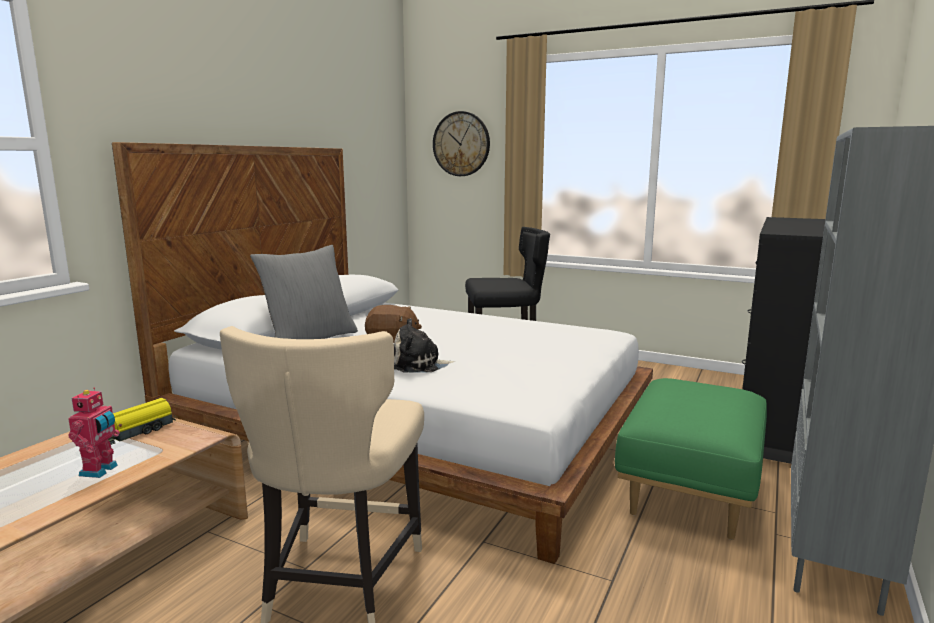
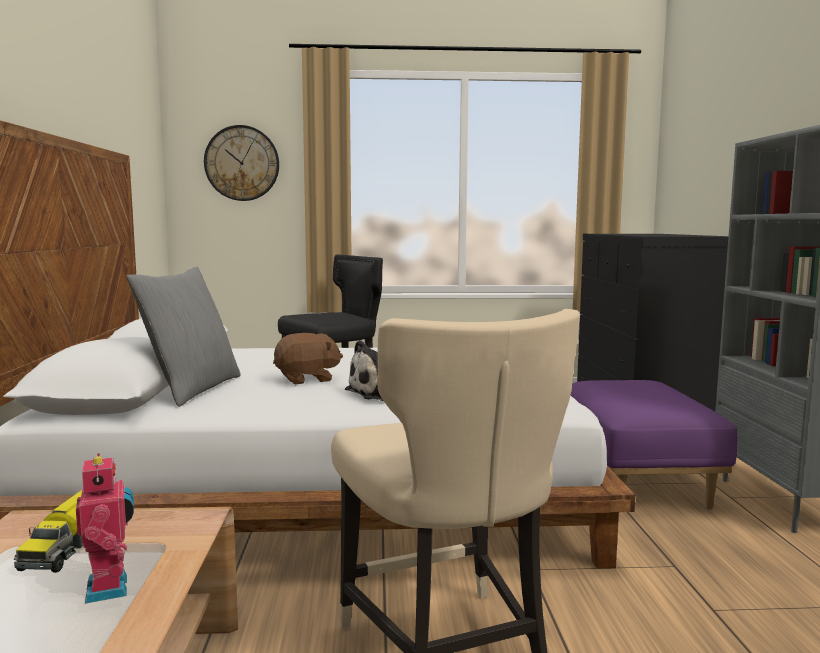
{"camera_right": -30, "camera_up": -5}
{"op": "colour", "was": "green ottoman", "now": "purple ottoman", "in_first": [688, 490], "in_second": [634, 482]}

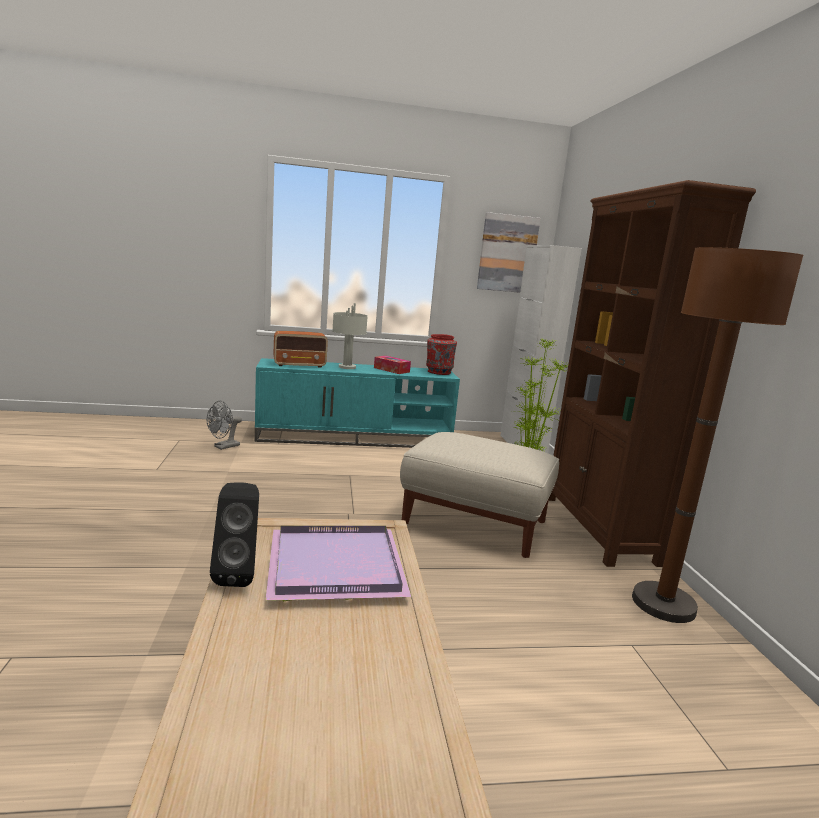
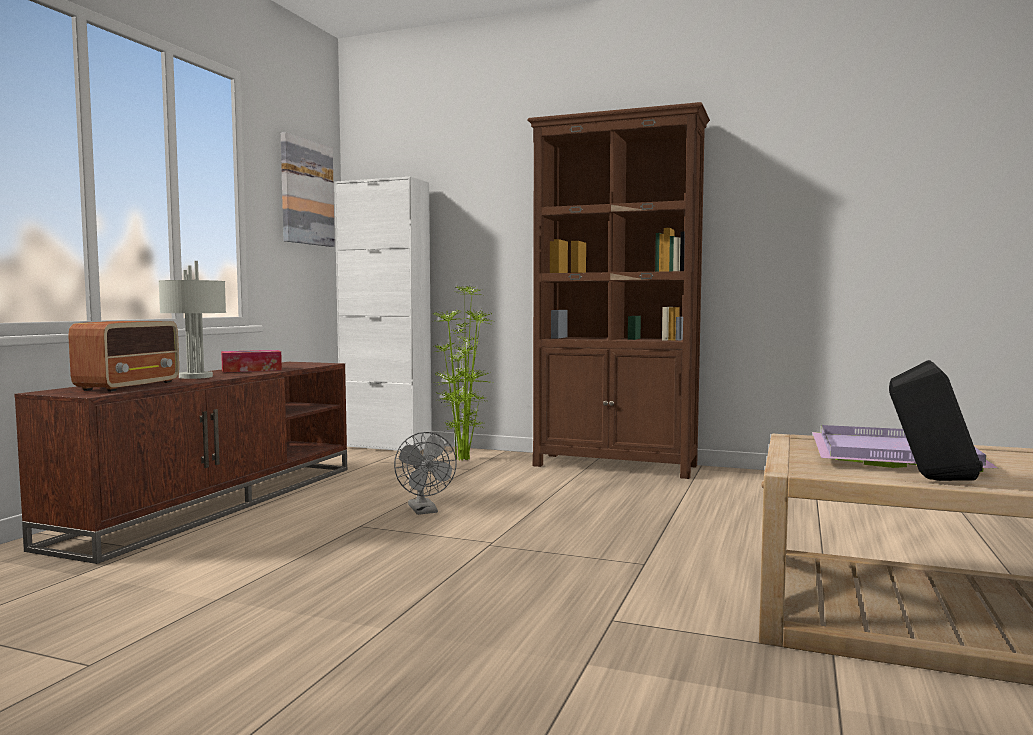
{"camera_right": -60, "camera_up": -10}
{"op": "colour", "was": "turquoise tv stand", "now": "brown tv stand", "in_first": [355, 438], "in_second": [217, 502]}
{"op": "relocated", "was": "grey fan", "in_first": [223, 447], "in_second": [425, 511]}
{"op": "missing", "was": "beige ottoman", "in_first": [475, 522]}
{"op": "missing", "was": "red vase", "in_first": [439, 372]}
{"op": "missing", "was": "brown floor lamp", "in_first": [663, 604]}

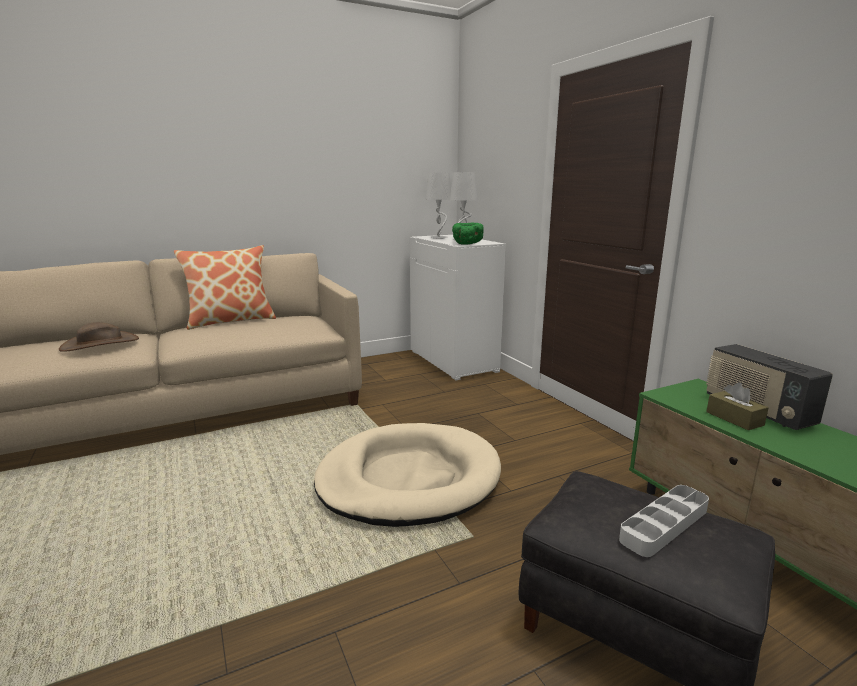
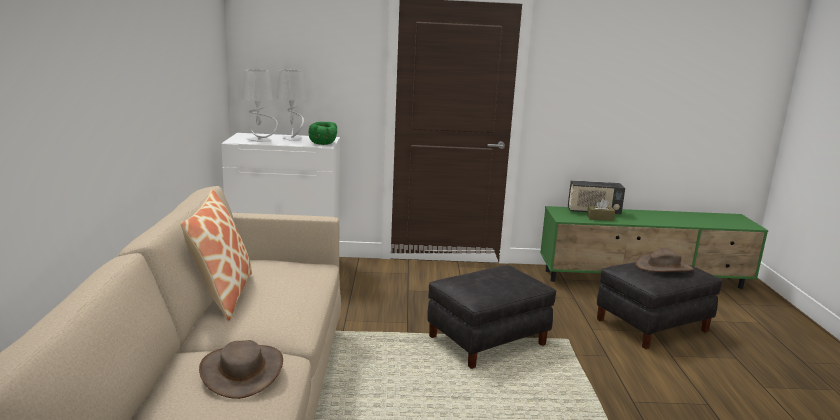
{"camera_right": -65, "camera_up": 0}
{"op": "exchanged", "was": "beige dog bed", "now": "black ottoman", "in_first": [408, 479], "in_second": [487, 341]}
{"op": "exchanged", "was": "grey tray", "now": "brown hat", "in_first": [664, 524], "in_second": [663, 267]}

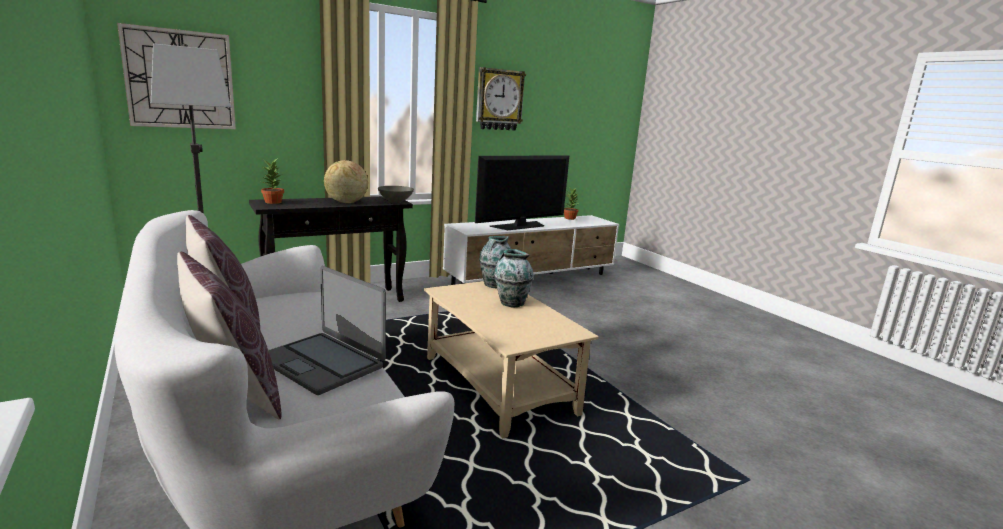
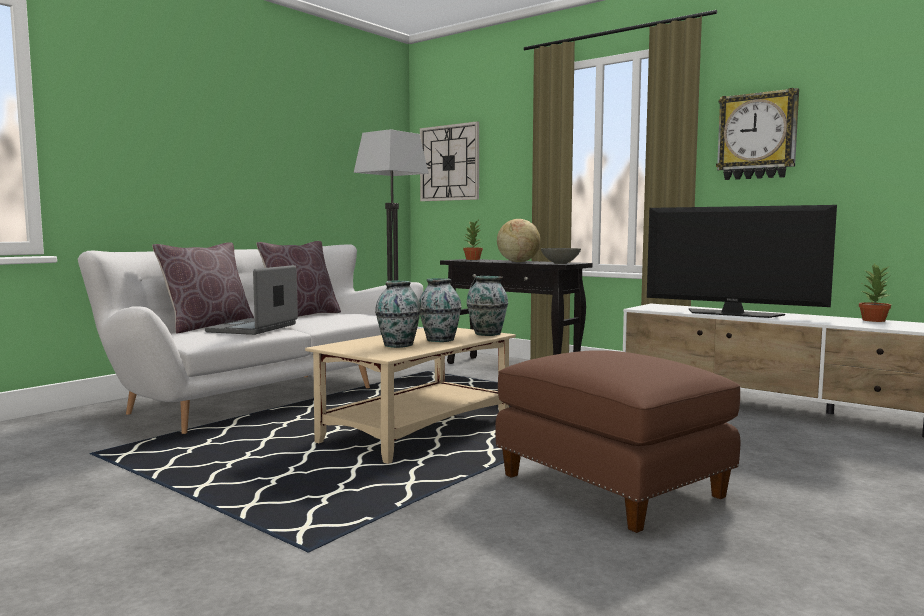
{"camera_right": 70, "camera_up": -10}
{"op": "appeared", "now": "vase", "in_second": [398, 345]}
{"op": "appeared", "now": "brown ottoman", "in_second": [608, 486]}

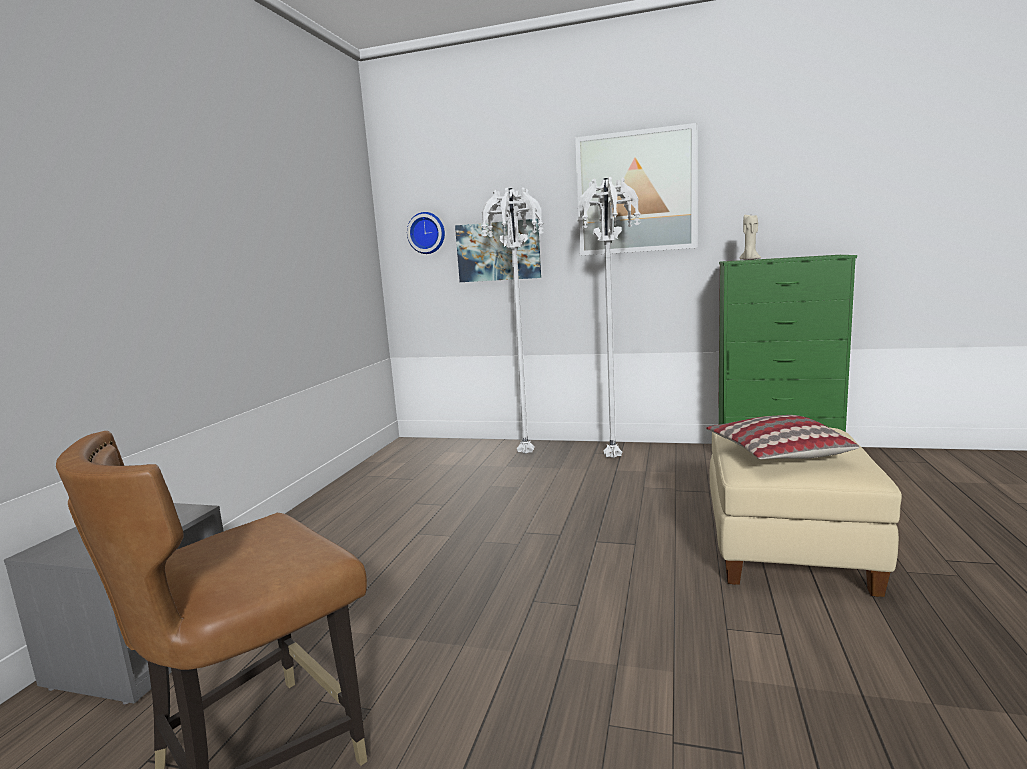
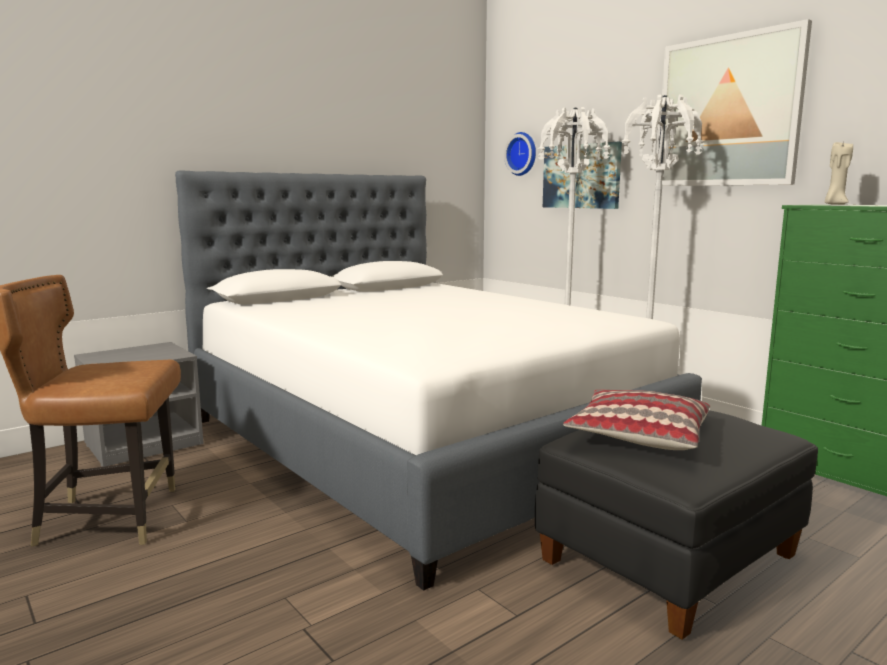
{"camera_right": 35, "camera_up": 0}
{"op": "appeared", "now": "white bed", "in_second": [421, 441]}
{"op": "colour", "was": "beige ottoman", "now": "black ottoman", "in_first": [785, 547], "in_second": [668, 559]}

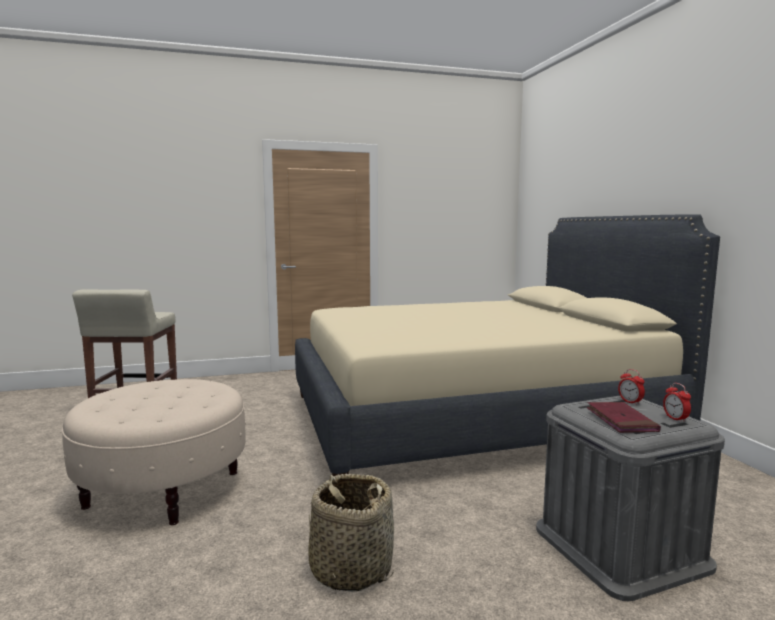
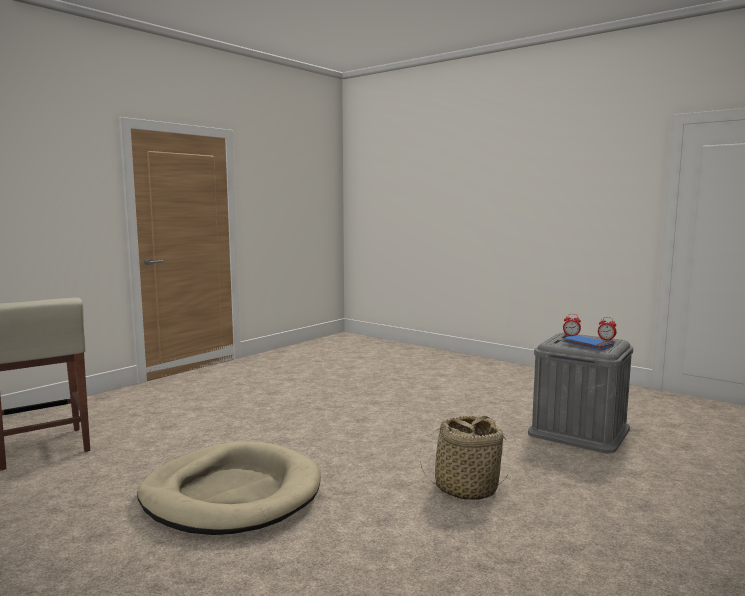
{"camera_right": -35, "camera_up": 0}
{"op": "exchanged", "was": "beige ottoman", "now": "beige dog bed", "in_first": [164, 489], "in_second": [231, 494]}
{"op": "colour", "was": "red book", "now": "blue book", "in_first": [621, 420], "in_second": [587, 345]}
{"op": "missing", "was": "beige bed", "in_first": [473, 417]}

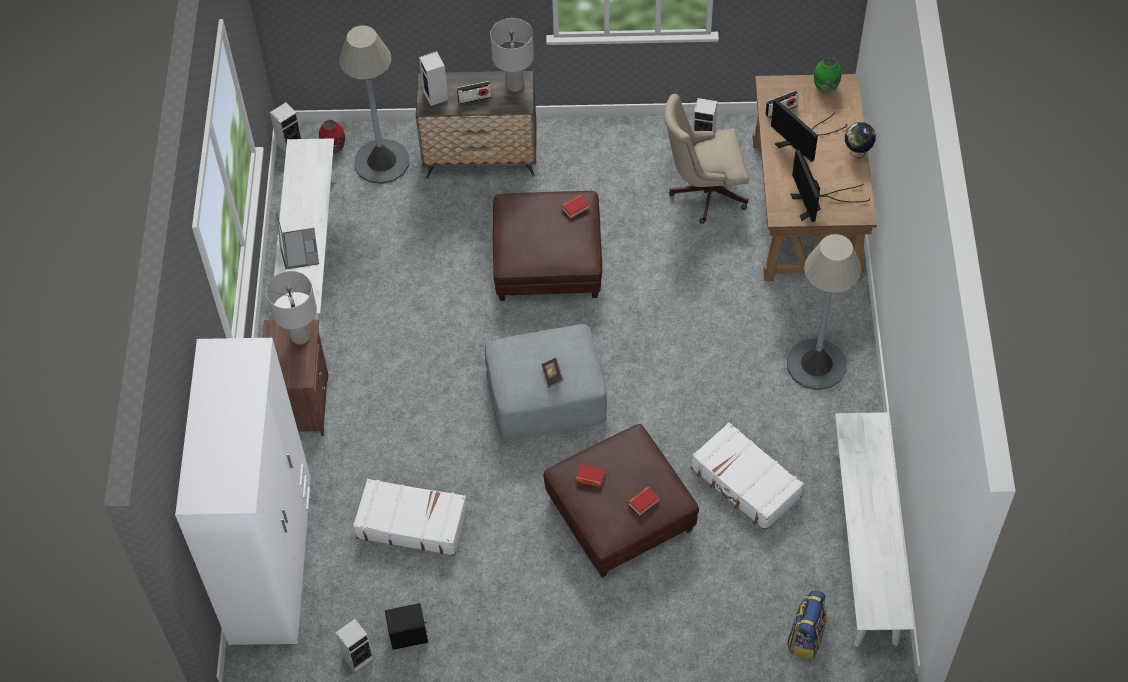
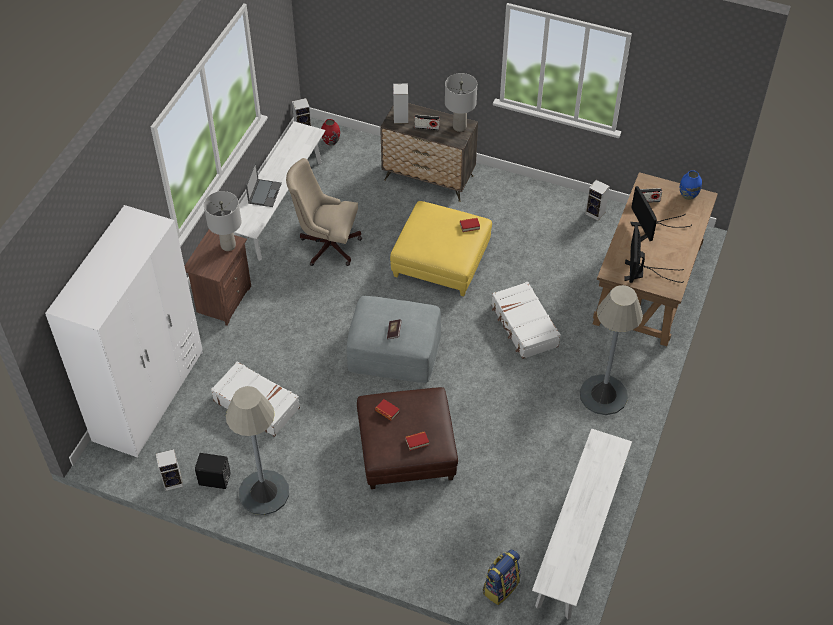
{"camera_right": 20, "camera_up": -5}
{"op": "relocated", "was": "grey floor lamp", "in_first": [382, 162], "in_second": [264, 493]}
{"op": "relocated", "was": "beige office chair", "in_first": [703, 192], "in_second": [326, 245]}
{"op": "colour", "was": "brown ottoman", "now": "yellow ottoman", "in_first": [548, 261], "in_second": [441, 260]}
{"op": "relocated", "was": "white suitcase", "in_first": [745, 483], "in_second": [524, 326]}
{"op": "colour", "was": "green vase", "now": "blue vase", "in_first": [825, 88], "in_second": [688, 195]}
{"op": "missing", "was": "globe", "in_first": [857, 152]}

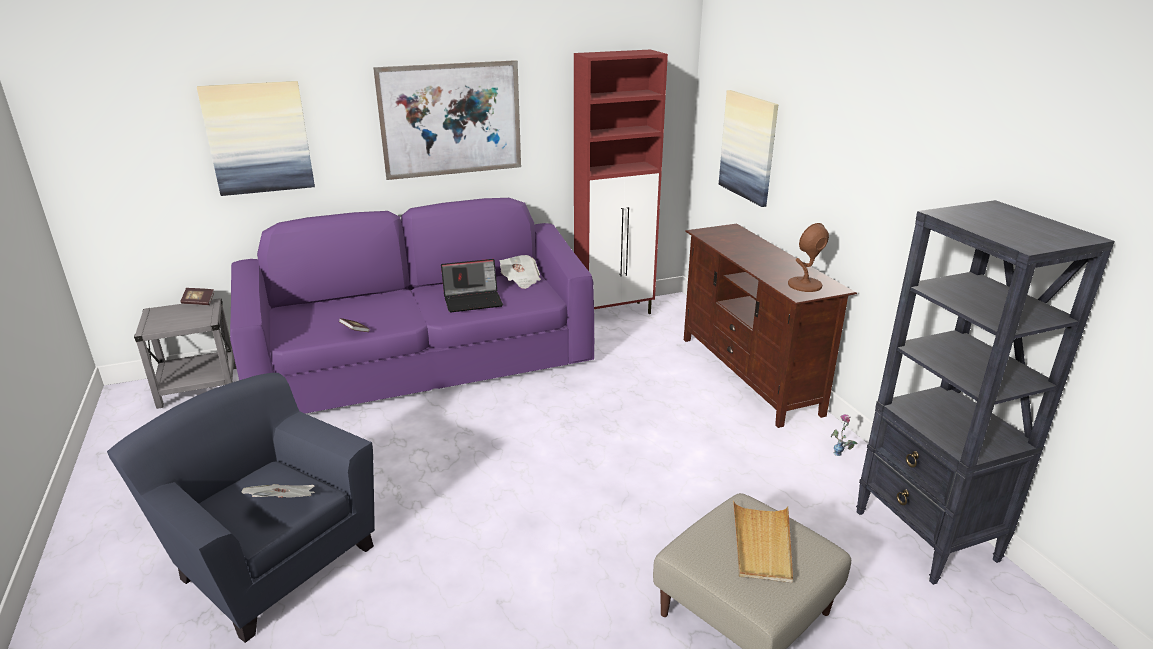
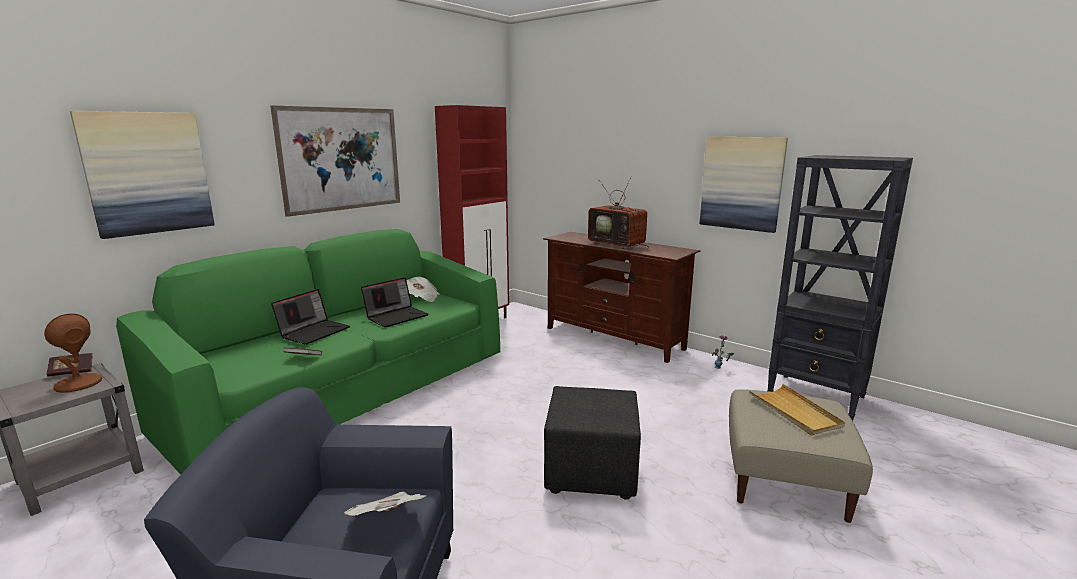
{"camera_right": -30, "camera_up": -10}
{"op": "relocated", "was": "brown table lamp", "in_first": [804, 285], "in_second": [78, 384]}
{"op": "colour", "was": "purple sofa", "now": "green sofa", "in_first": [423, 364], "in_second": [348, 391]}
{"op": "appeared", "now": "laptop", "in_second": [314, 332]}
{"op": "appeared", "now": "black ottoman", "in_second": [592, 473]}
{"op": "appeared", "now": "television", "in_second": [619, 244]}
{"op": "relocated", "was": "picture", "in_first": [748, 147], "in_second": [741, 183]}

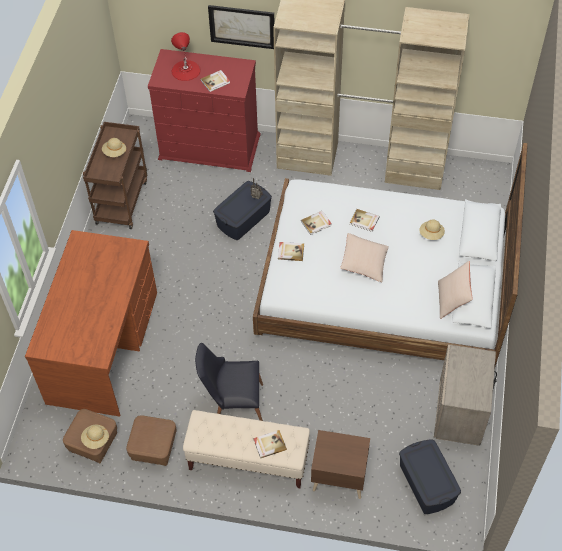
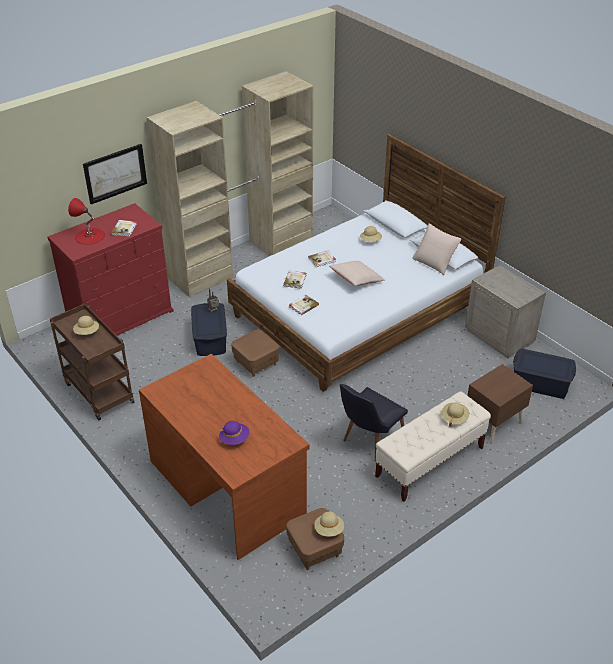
{"camera_right": -50, "camera_up": -15}
{"op": "appeared", "now": "purple hat", "in_second": [234, 439]}
{"op": "relocated", "was": "brown ottoman", "in_first": [154, 448], "in_second": [256, 363]}
{"op": "exchanged", "was": "book", "now": "beige hat", "in_first": [269, 444], "in_second": [454, 417]}

